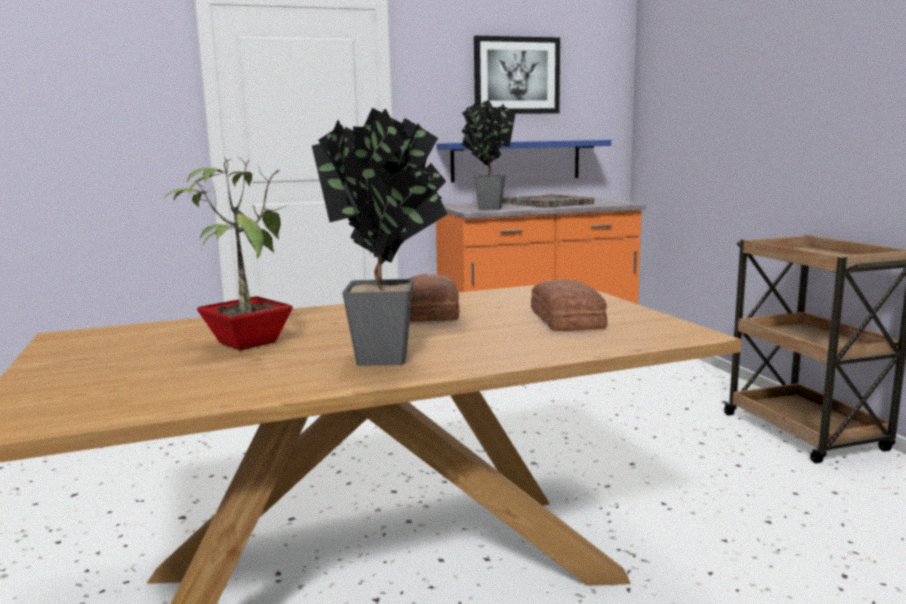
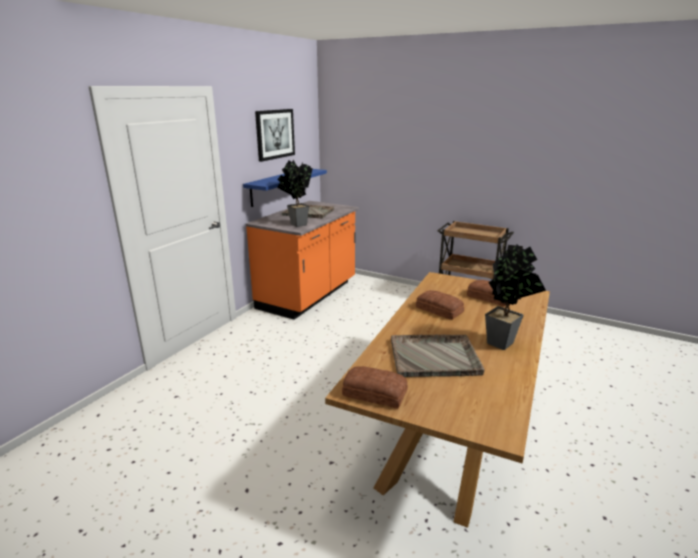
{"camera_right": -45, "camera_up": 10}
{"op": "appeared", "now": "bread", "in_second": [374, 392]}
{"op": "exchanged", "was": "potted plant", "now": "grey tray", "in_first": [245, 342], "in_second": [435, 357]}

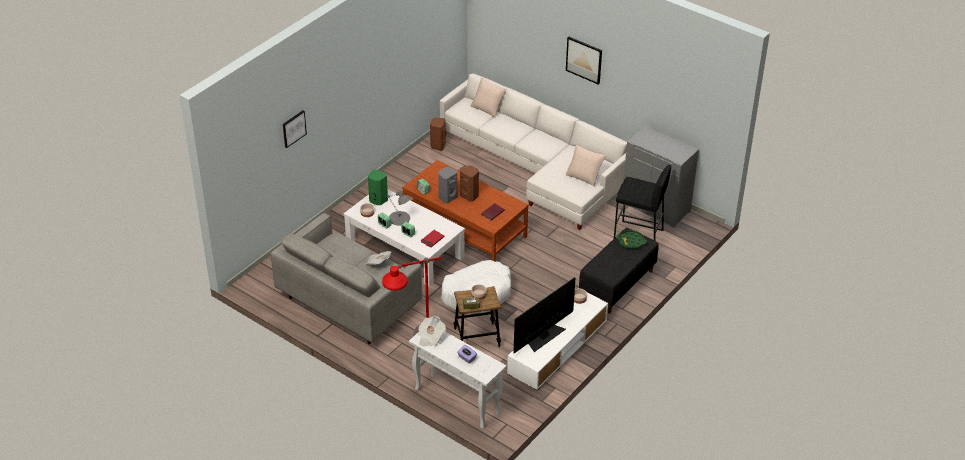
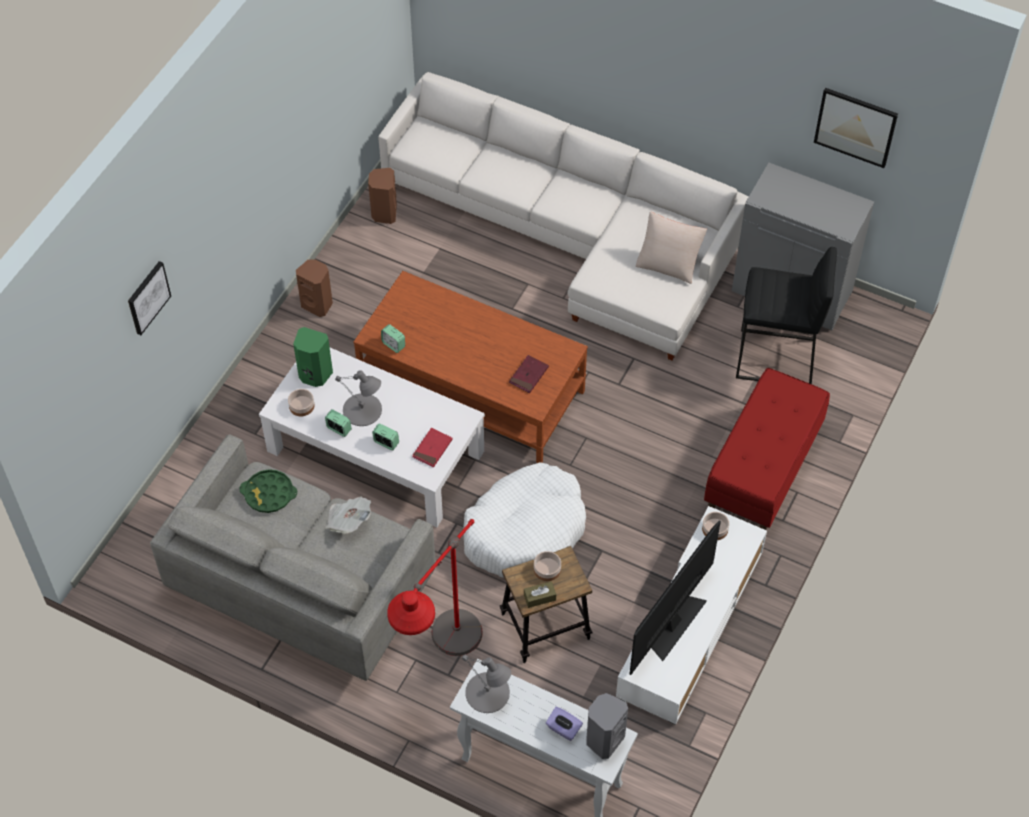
{"camera_right": -10, "camera_up": 15}
{"op": "relocated", "was": "green tray", "in_first": [631, 242], "in_second": [269, 494]}
{"op": "relocated", "was": "brown speaker", "in_first": [470, 196], "in_second": [318, 304]}
{"op": "exchanged", "was": "newspaper", "now": "grey table lamp", "in_first": [430, 337], "in_second": [488, 693]}
{"op": "relocated", "was": "grey speaker", "in_first": [447, 197], "in_second": [604, 739]}
{"op": "colour", "was": "black bench", "now": "red bench", "in_first": [617, 285], "in_second": [763, 471]}
{"op": "relocated", "was": "picture", "in_first": [584, 60], "in_second": [855, 127]}
{"op": "missing", "was": "beige pillow", "in_first": [488, 108]}

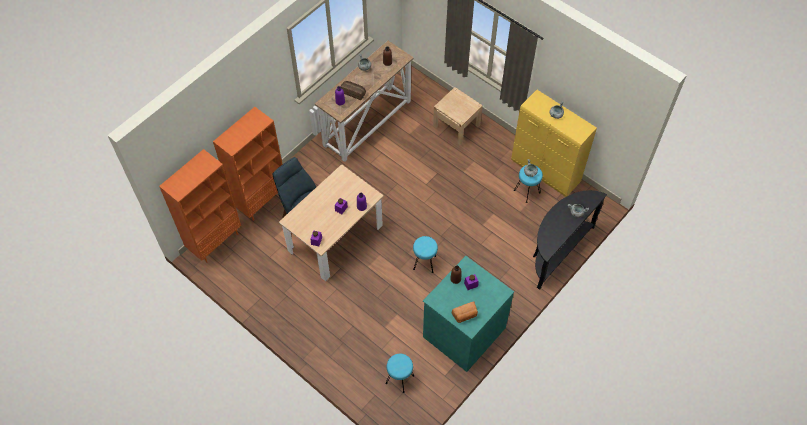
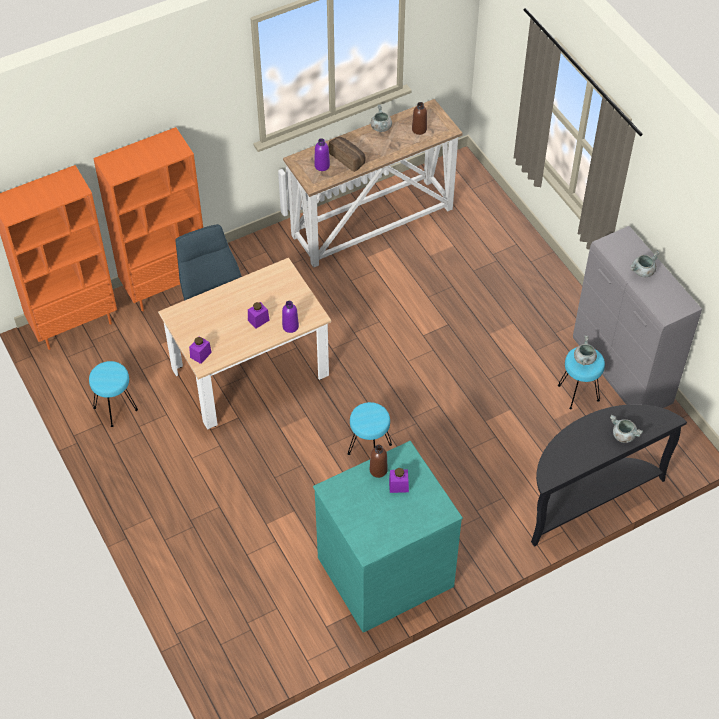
{"camera_right": 20, "camera_up": -5}
{"op": "relocated", "was": "turquoise stool", "in_first": [400, 379], "in_second": [116, 408]}
{"op": "colour", "was": "yellow cabinet", "now": "grey cabinet", "in_first": [546, 172], "in_second": [622, 372]}
{"op": "missing", "was": "beige nightstand", "in_first": [456, 126]}
{"op": "missing", "was": "bread", "in_first": [465, 315]}

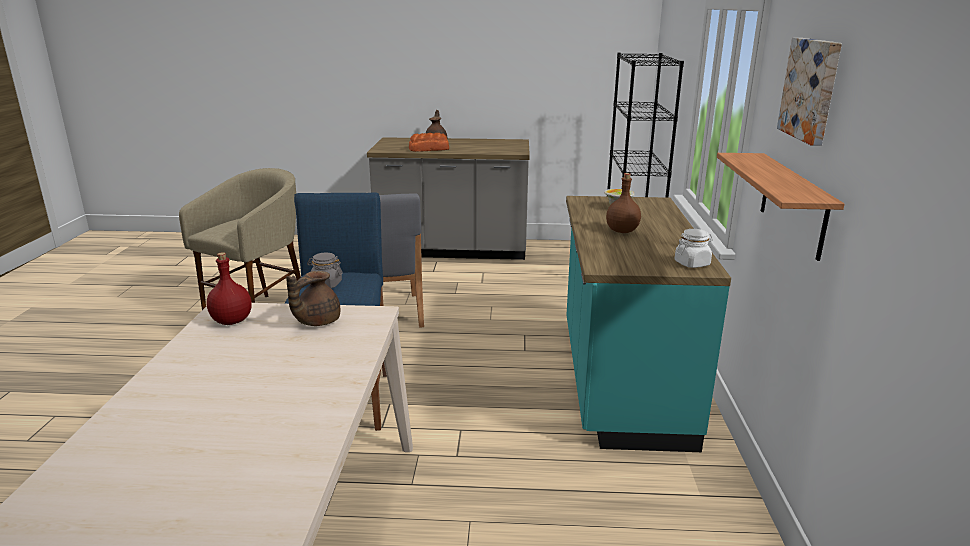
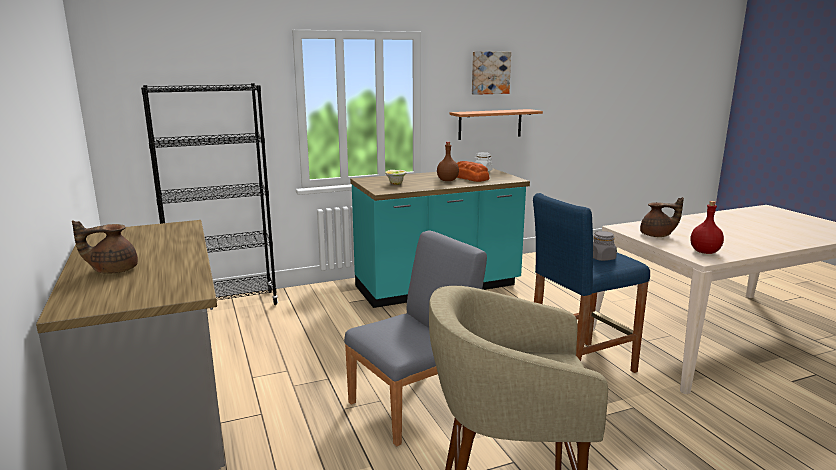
{"camera_right": -115, "camera_up": -5}
{"op": "relocated", "was": "bread", "in_first": [429, 149], "in_second": [470, 178]}

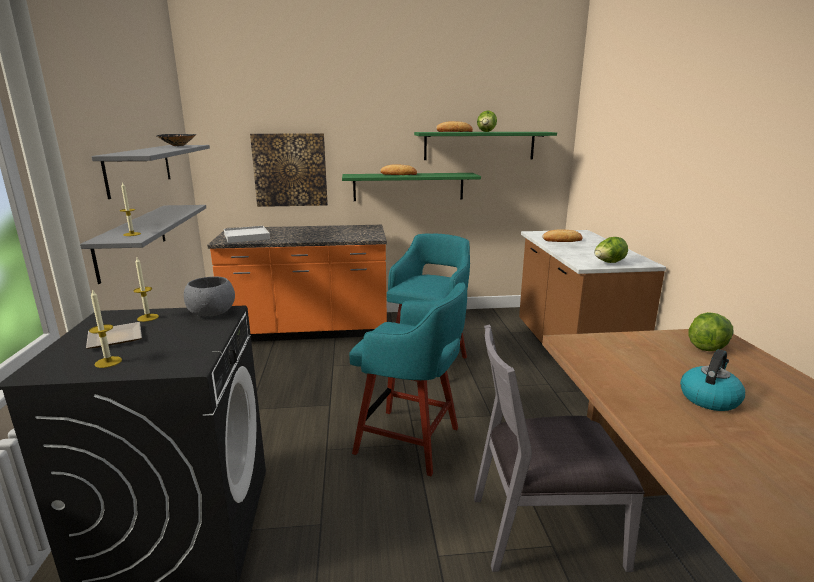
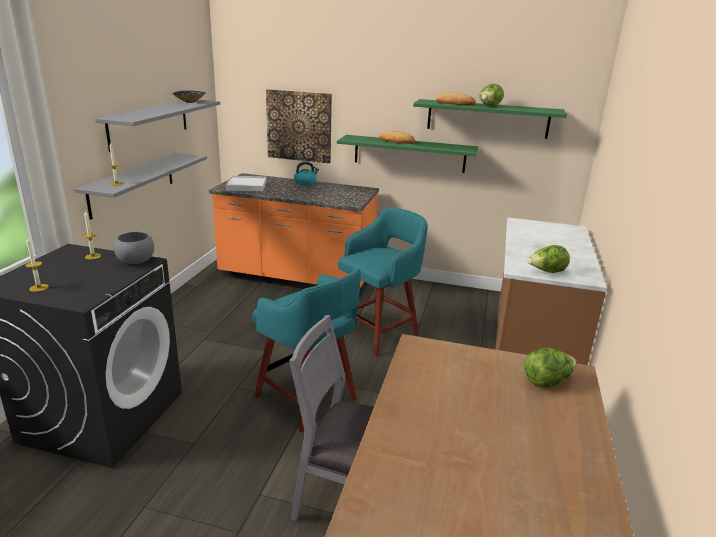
{"camera_right": 20, "camera_up": 5}
{"op": "relocated", "was": "kettle", "in_first": [709, 398], "in_second": [305, 183]}
{"op": "missing", "was": "plate", "in_first": [113, 338]}
{"op": "missing", "was": "bread", "in_first": [562, 240]}

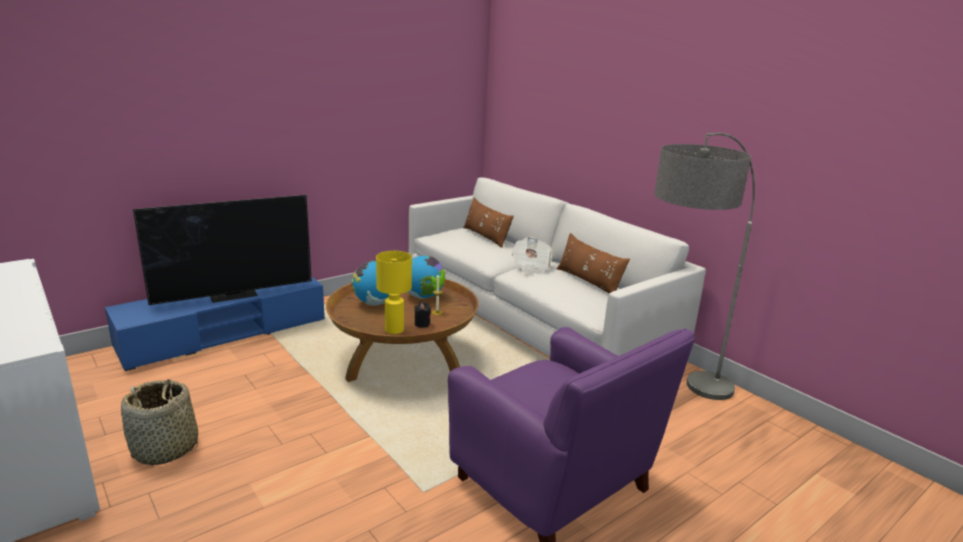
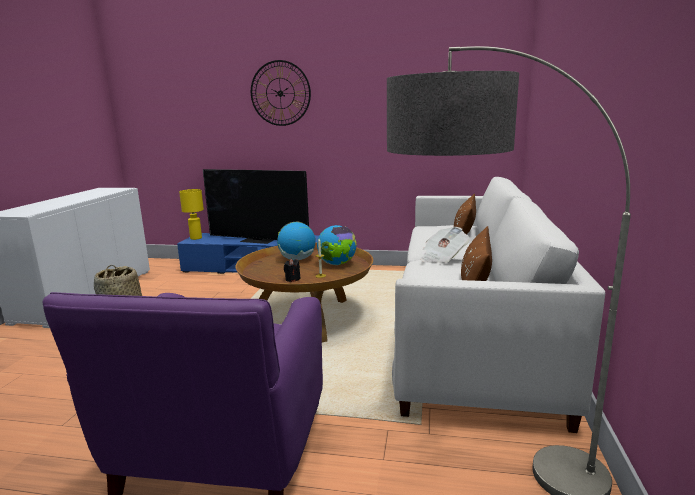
{"camera_right": 50, "camera_up": -5}
{"op": "relocated", "was": "yellow table lamp", "in_first": [394, 330], "in_second": [196, 238]}
{"op": "appeared", "now": "wall clock", "in_second": [280, 93]}

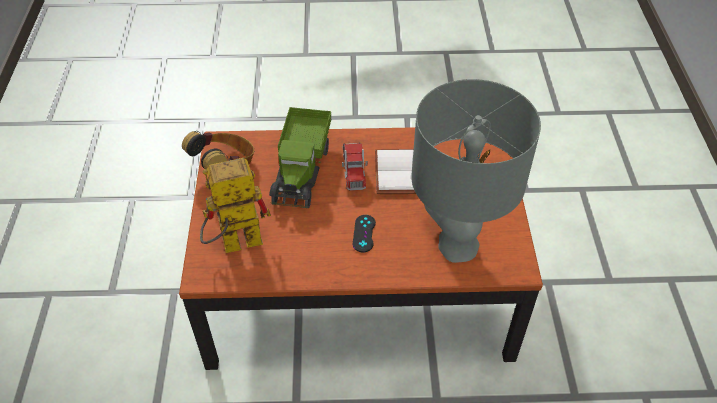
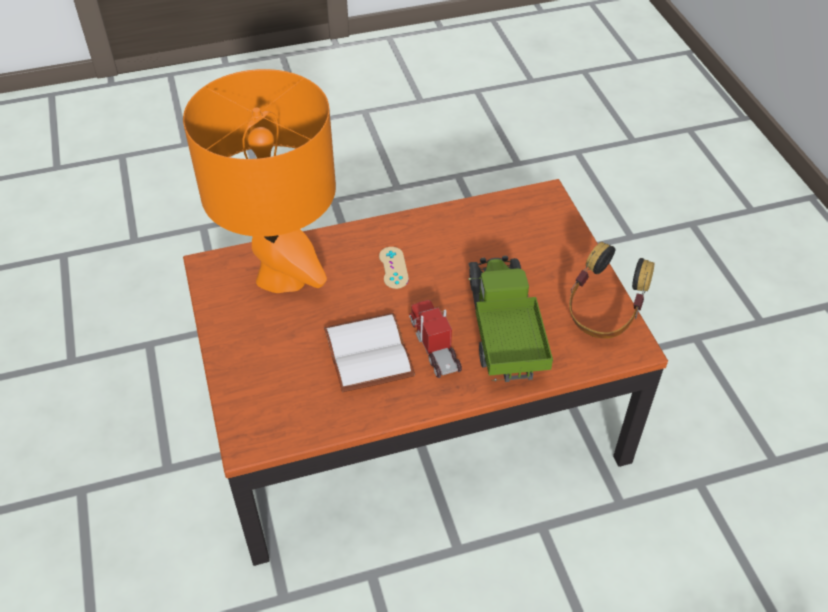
{"camera_right": 165, "camera_up": 0}
{"op": "colour", "was": "grey table lamp", "now": "orange table lamp", "in_first": [457, 245], "in_second": [282, 276]}
{"op": "colour", "was": "black game controller", "now": "beige game controller", "in_first": [364, 233], "in_second": [393, 268]}
{"op": "missing", "was": "toy robot", "in_first": [233, 245]}

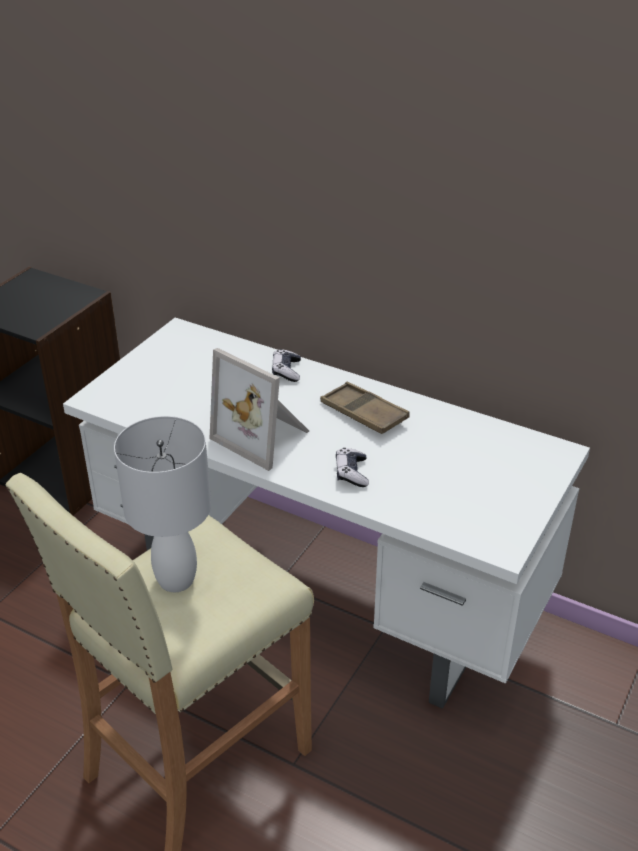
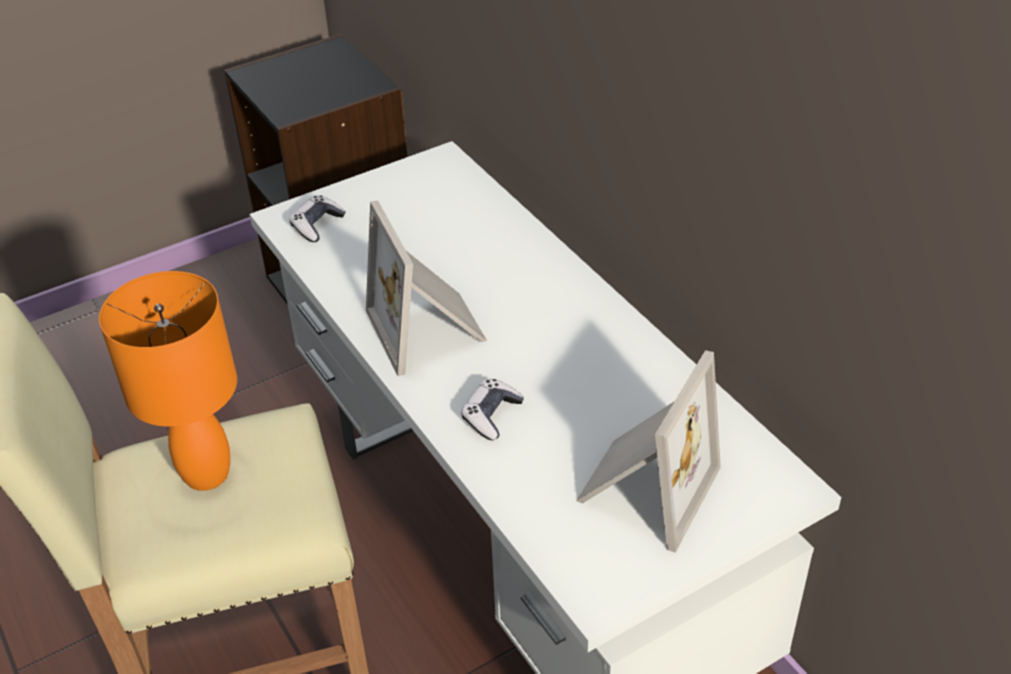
{"camera_right": 30, "camera_up": 5}
{"op": "colour", "was": "white table lamp", "now": "orange table lamp", "in_first": [176, 580], "in_second": [205, 475]}
{"op": "relocated", "was": "game controller", "in_first": [286, 371], "in_second": [317, 225]}
{"op": "appeared", "now": "picture frame", "in_second": [643, 488]}
{"op": "missing", "was": "brown tray", "in_first": [364, 413]}

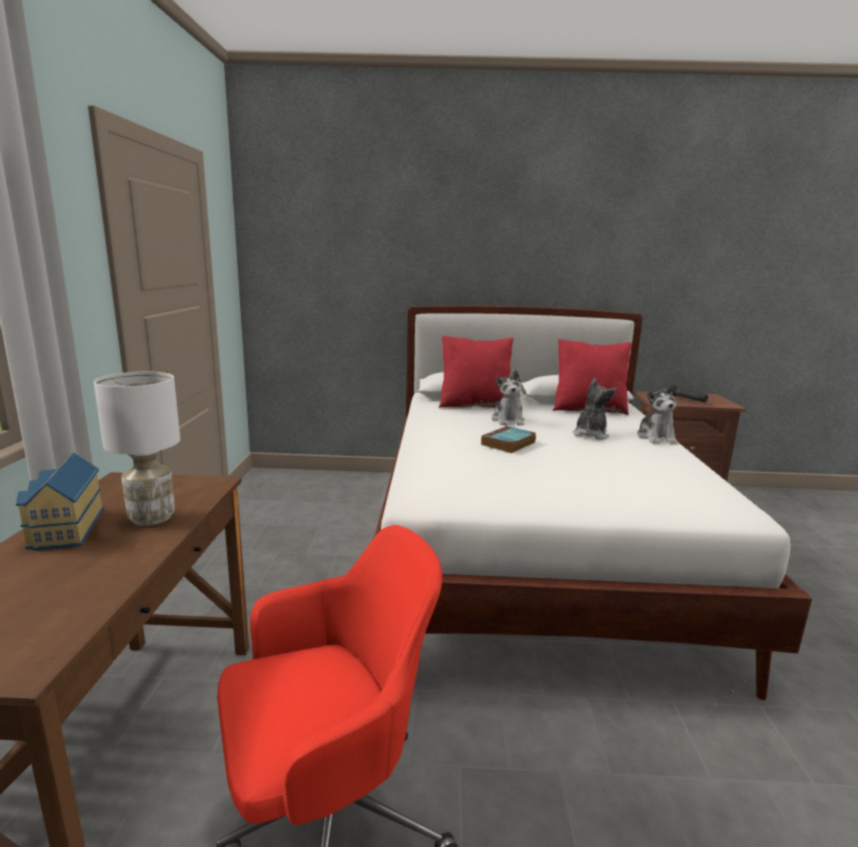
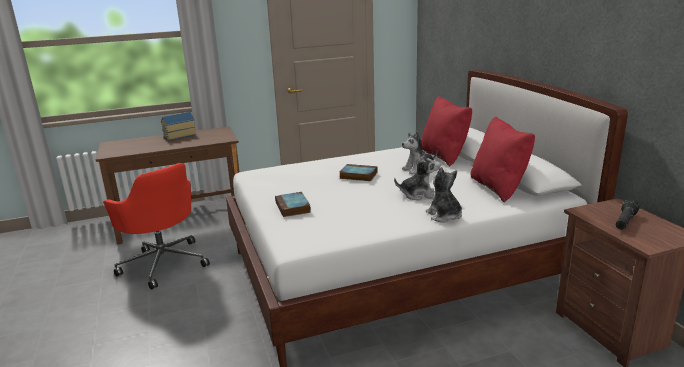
{"camera_right": 70, "camera_up": 5}
{"op": "appeared", "now": "book", "in_second": [293, 207]}
{"op": "spun", "was": "plush toy", "in_first": [656, 437], "in_second": [444, 216], "clockwise": 90}
{"op": "missing", "was": "white table lamp", "in_first": [151, 518]}

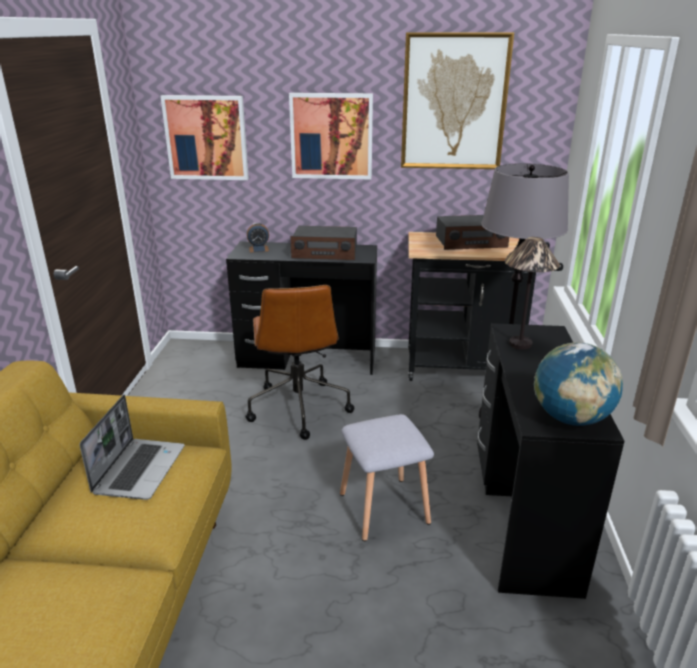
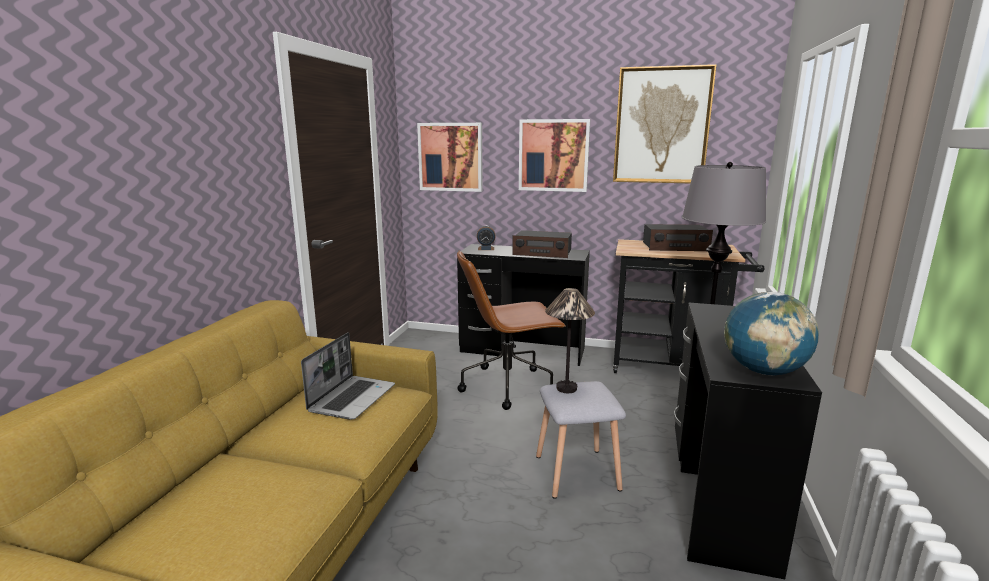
{"camera_right": 10, "camera_up": -10}
{"op": "spun", "was": "brown office chair", "in_first": [298, 407], "in_second": [508, 385], "clockwise": 75}
{"op": "relocated", "was": "table lamp", "in_first": [520, 344], "in_second": [566, 388]}

